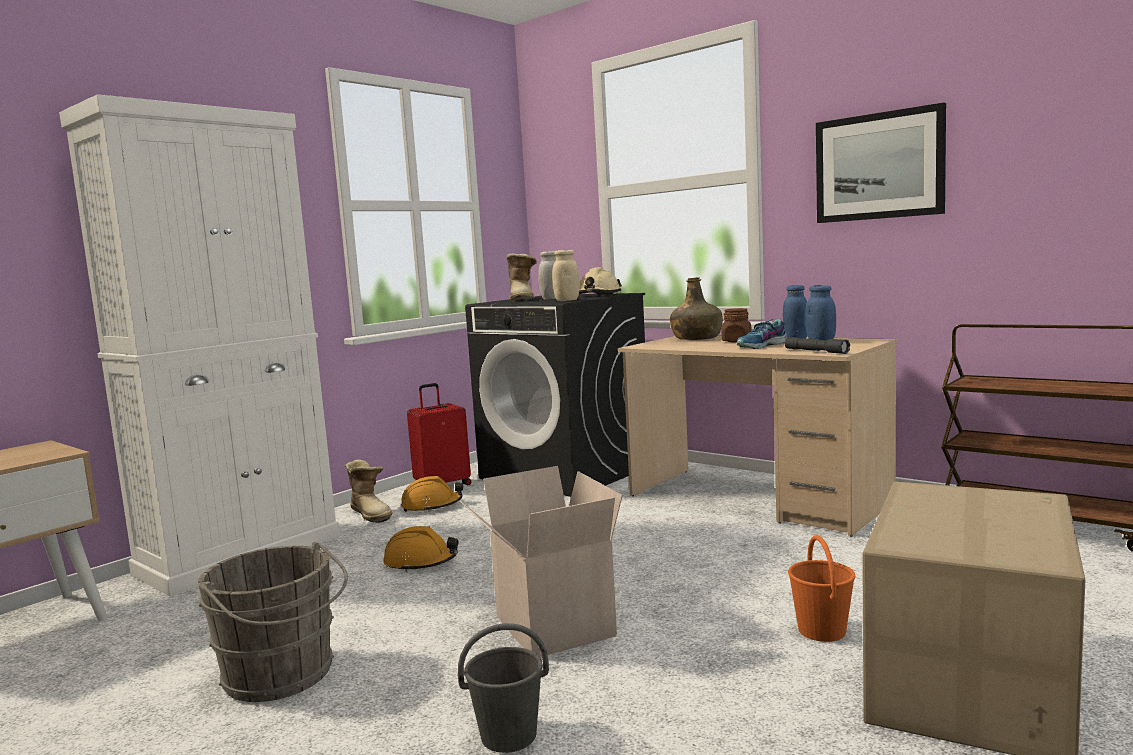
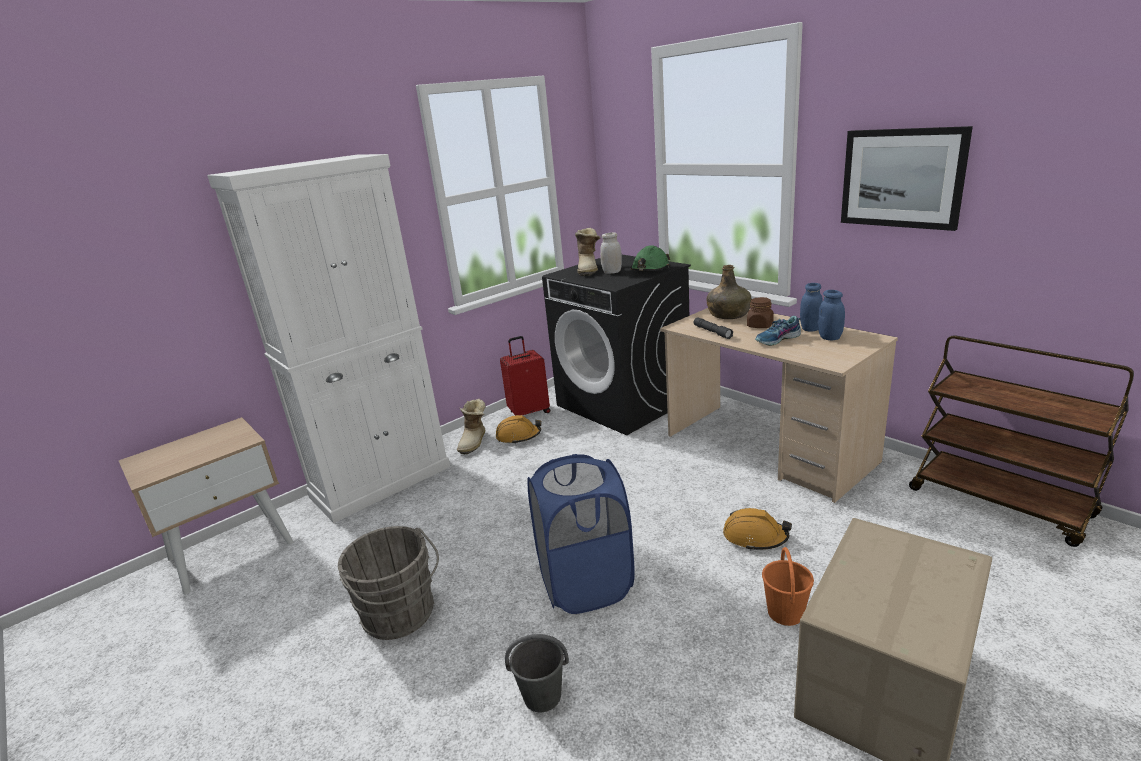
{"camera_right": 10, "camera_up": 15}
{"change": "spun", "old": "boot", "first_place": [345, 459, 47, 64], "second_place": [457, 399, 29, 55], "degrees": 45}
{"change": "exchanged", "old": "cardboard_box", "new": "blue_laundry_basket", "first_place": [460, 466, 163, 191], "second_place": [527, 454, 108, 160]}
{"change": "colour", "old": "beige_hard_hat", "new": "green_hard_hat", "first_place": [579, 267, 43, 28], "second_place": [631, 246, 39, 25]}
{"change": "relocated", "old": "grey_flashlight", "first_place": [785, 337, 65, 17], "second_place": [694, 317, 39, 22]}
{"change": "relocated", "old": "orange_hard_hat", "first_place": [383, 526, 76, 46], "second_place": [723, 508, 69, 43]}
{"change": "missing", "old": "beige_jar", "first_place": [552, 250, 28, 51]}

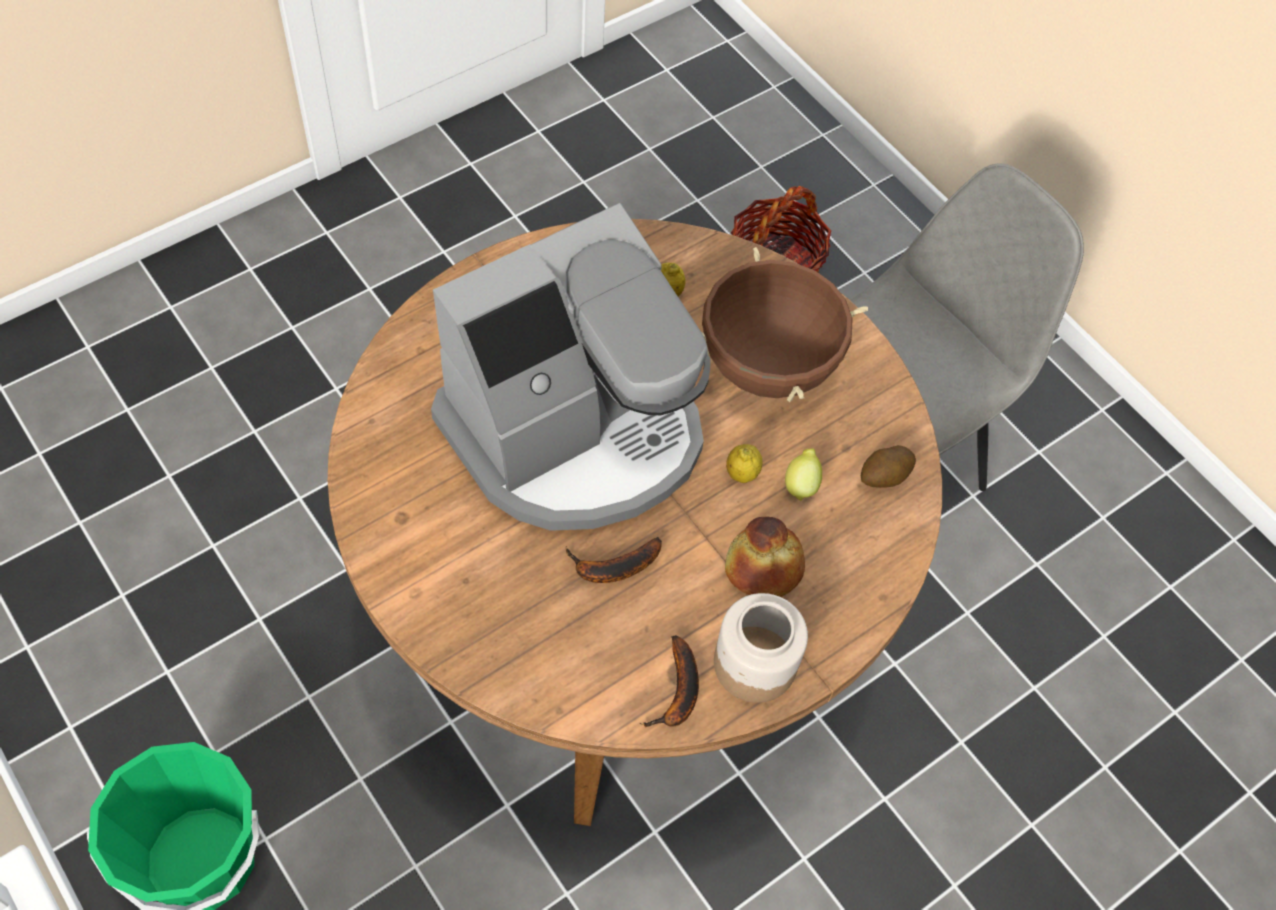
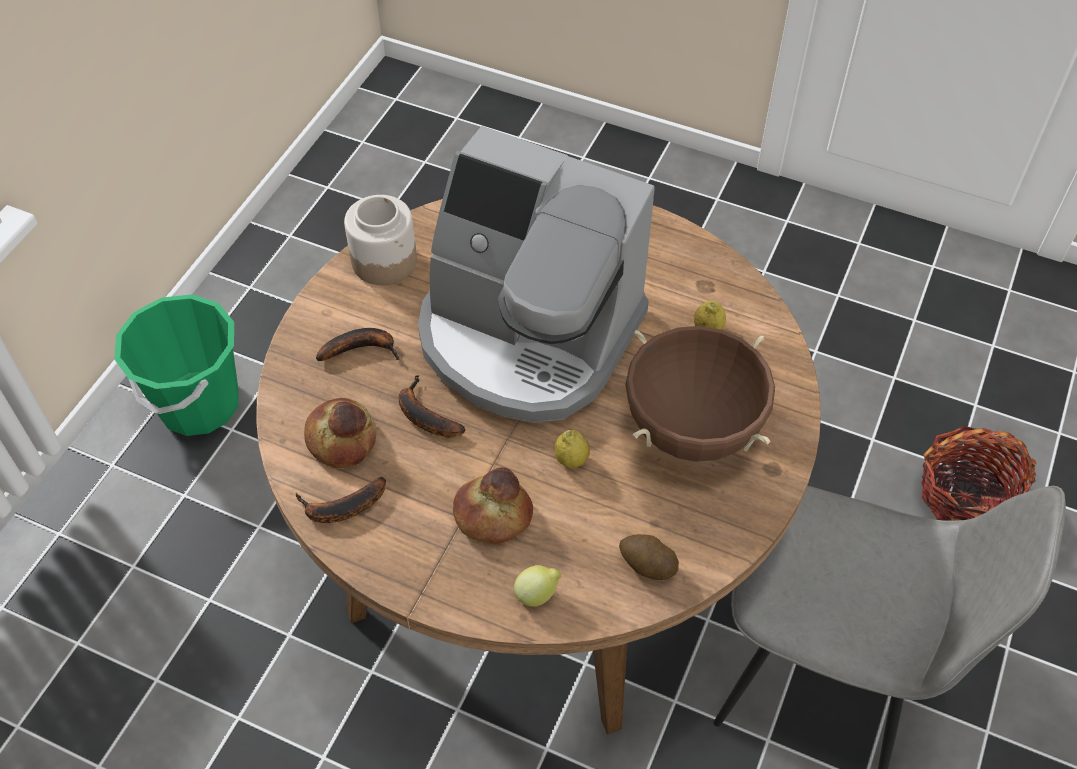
{"camera_right": 65, "camera_up": -5}
{"change": "appeared", "new": "bread", "second_place": [304, 398, 73, 70]}
{"change": "appeared", "new": "banana", "second_place": [316, 328, 84, 33]}
{"change": "relocated", "old": "jar", "first_place": [714, 593, 94, 110], "second_place": [344, 195, 73, 90]}
{"change": "relocated", "old": "lemon", "first_place": [785, 448, 37, 53], "second_place": [514, 565, 47, 41]}

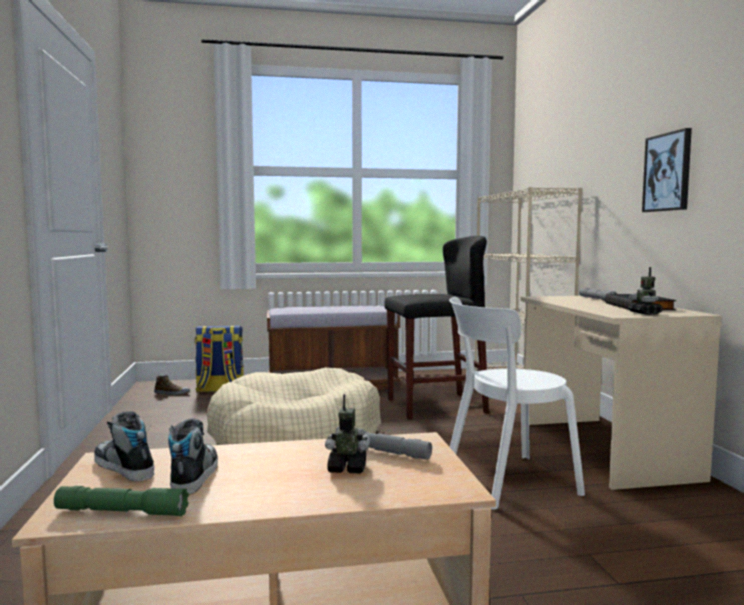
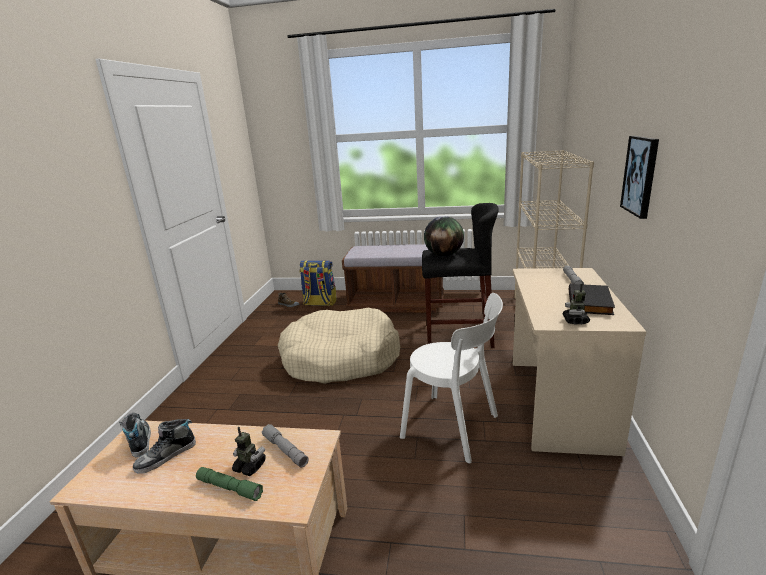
{"camera_right": 20, "camera_up": 15}
{"change": "spun", "old": "shoe", "first_place": [168, 418, 50, 77], "second_place": [133, 419, 63, 55], "degrees": -150}
{"change": "relocated", "old": "green_flashlight", "first_place": [54, 486, 135, 30], "second_place": [196, 467, 67, 34]}
{"change": "spun", "old": "white_chair", "first_place": [449, 297, 136, 213], "second_place": [400, 293, 103, 170], "degrees": -150}
{"change": "appeared", "new": "globe", "second_place": [424, 216, 40, 40]}

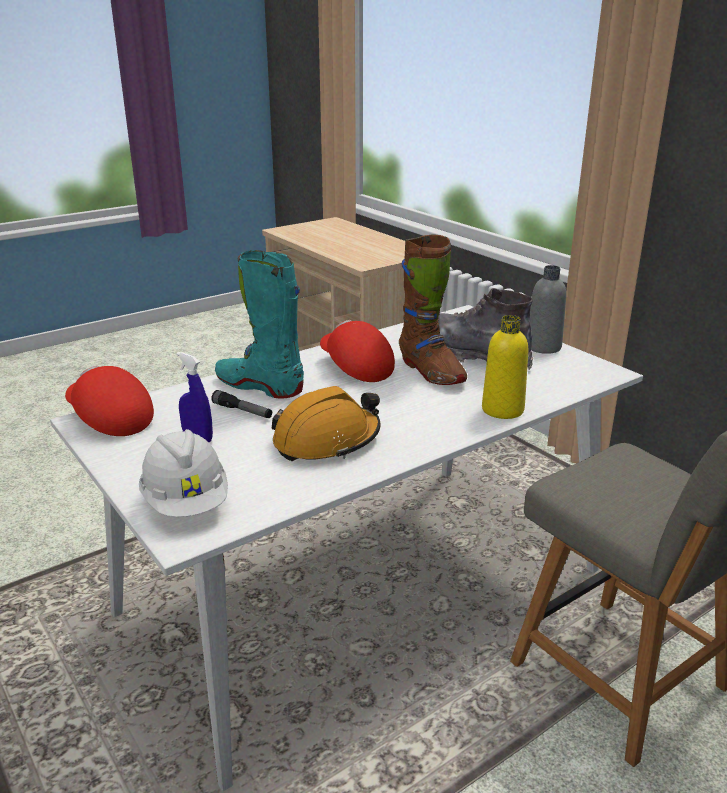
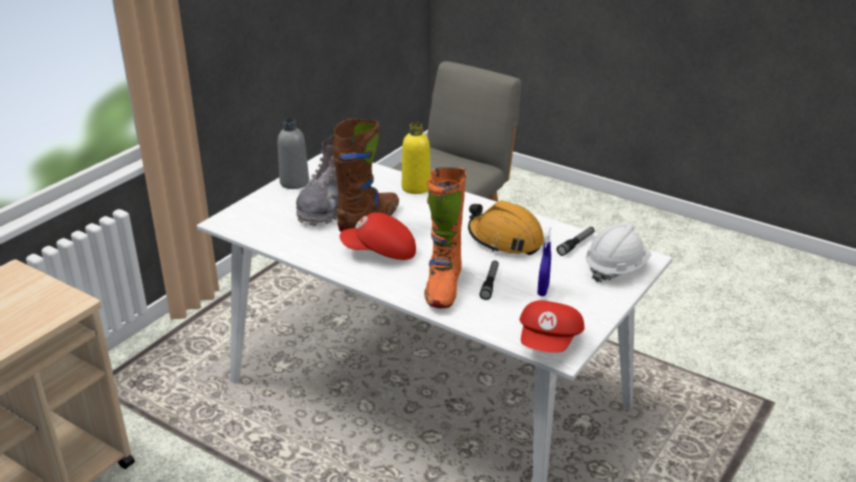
{"camera_right": -110, "camera_up": 5}
{"change": "spun", "old": "red_cap", "first_place": [320, 320, 75, 62], "second_place": [340, 212, 76, 48], "degrees": 60}
{"change": "colour", "old": "turquoise_boot", "new": "orange_boot", "first_place": [215, 250, 89, 149], "second_place": [424, 167, 42, 141]}
{"change": "appeared", "new": "flashlight", "second_place": [557, 227, 38, 29]}

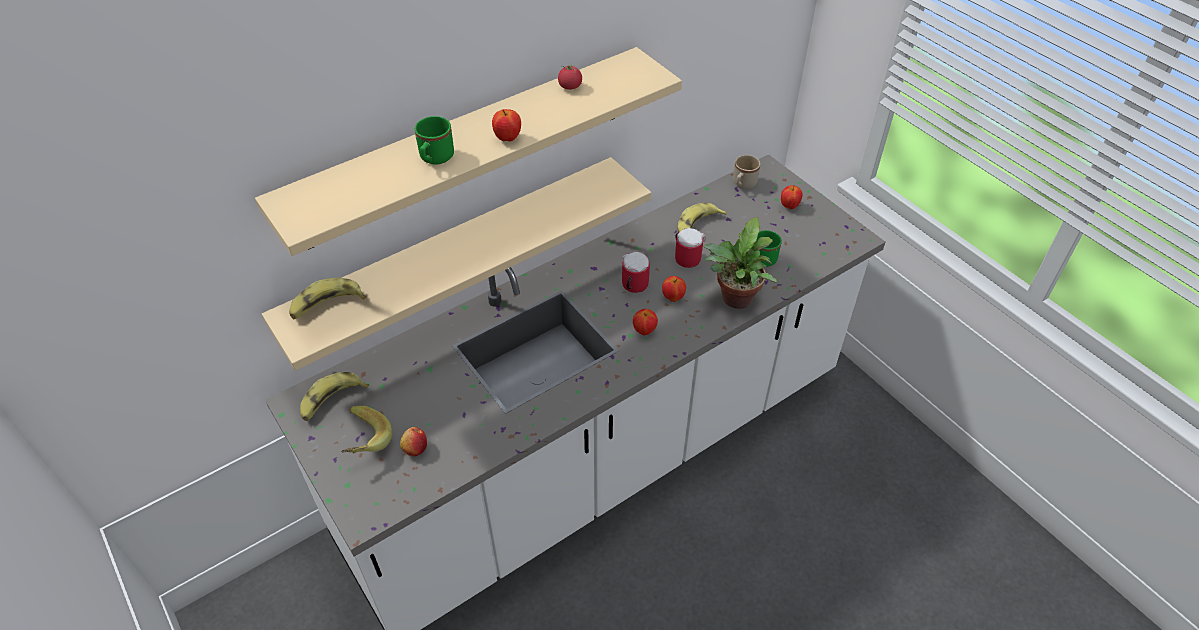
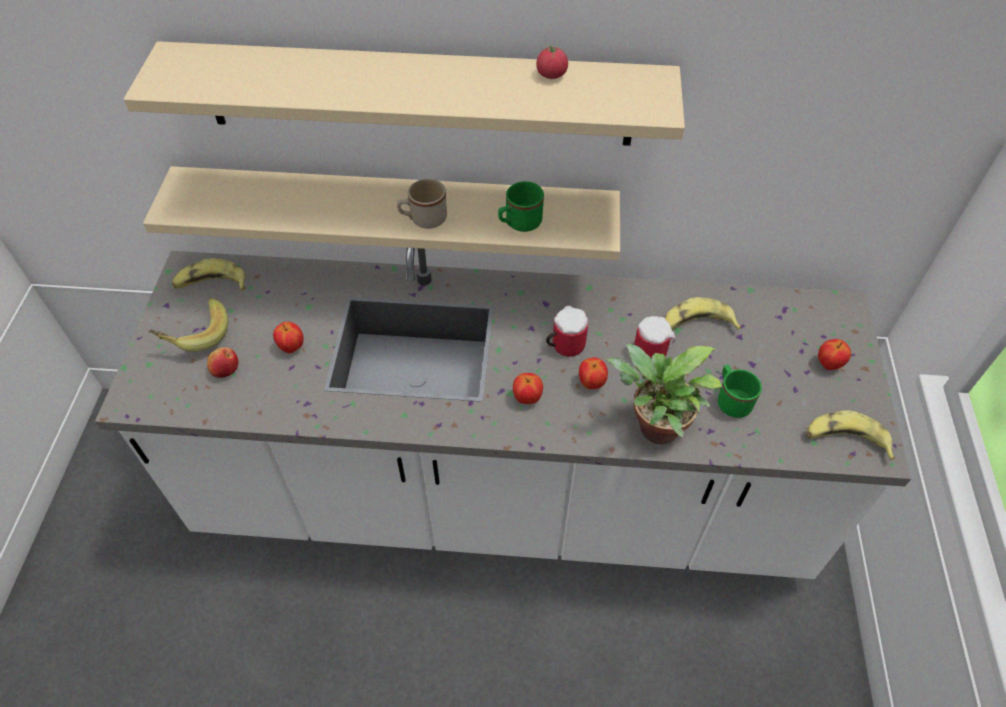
{"camera_right": 40, "camera_up": 5}
{"change": "relocated", "old": "apple", "first_place": [492, 109, 29, 33], "second_place": [273, 322, 31, 31]}
{"change": "relocated", "old": "beige_mug", "first_place": [733, 155, 28, 34], "second_place": [397, 178, 50, 51]}
{"change": "relocated", "old": "green_mug", "first_place": [415, 116, 39, 49], "second_place": [498, 181, 46, 51]}
{"change": "relocated", "old": "banana", "first_place": [289, 278, 78, 41], "second_place": [806, 410, 89, 50]}

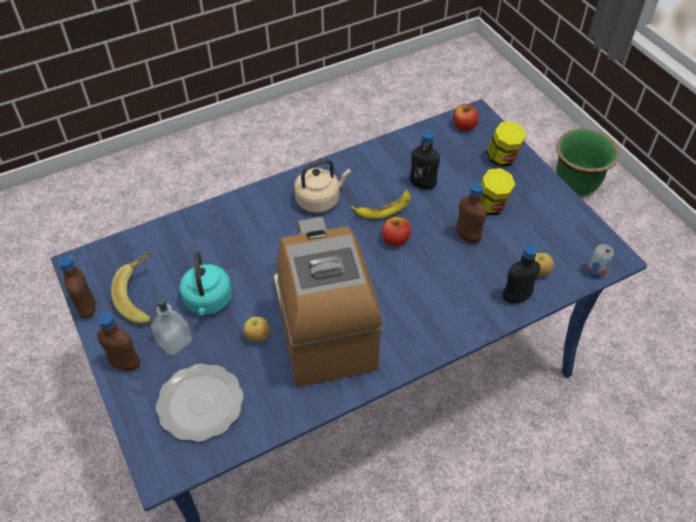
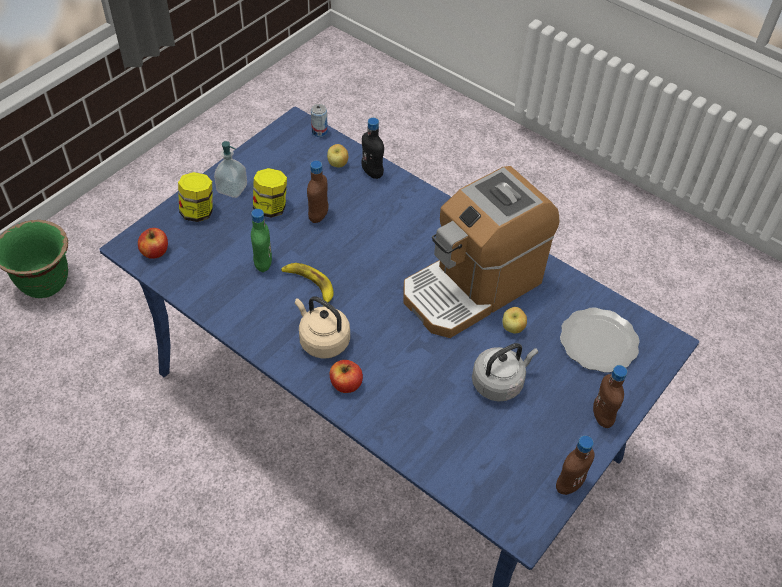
{"camera_right": -115, "camera_up": 0}
{"change": "relocated", "old": "soap_dispenser", "first_place": [151, 297, 41, 58], "second_place": [214, 141, 33, 57]}
{"change": "colour", "old": "black_bottle", "new": "green_bottle", "first_place": [409, 131, 31, 59], "second_place": [251, 209, 21, 63]}
{"change": "relocated", "old": "apple", "first_place": [382, 217, 29, 30], "second_place": [329, 360, 34, 33]}
{"change": "colour", "old": "turquoise_kettle", "new": "grey_kettle", "first_place": [179, 252, 53, 64], "second_place": [472, 343, 66, 58]}
{"change": "missing", "old": "banana", "first_place": [111, 252, 41, 72]}

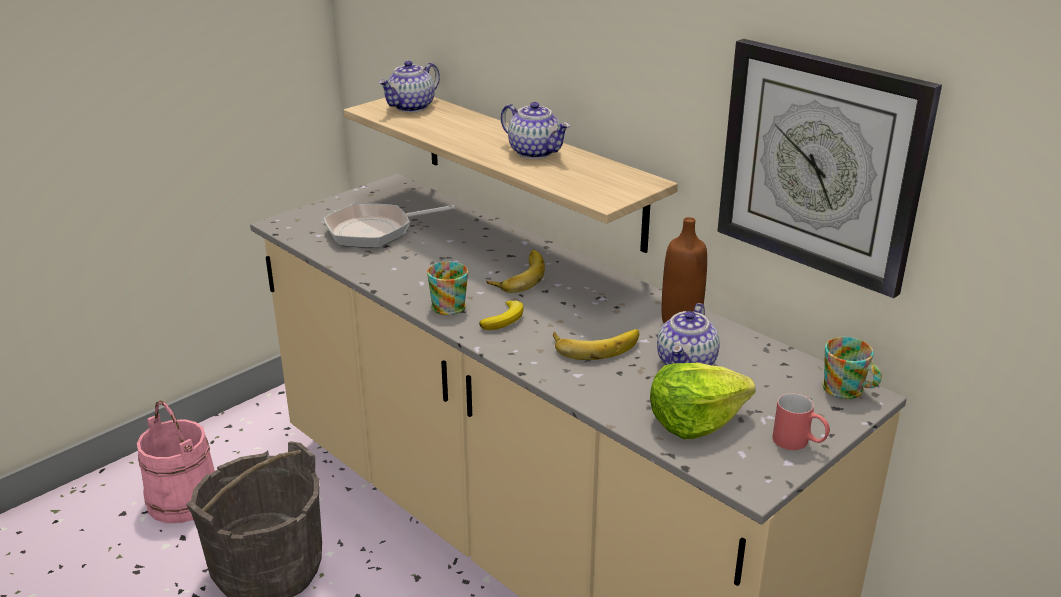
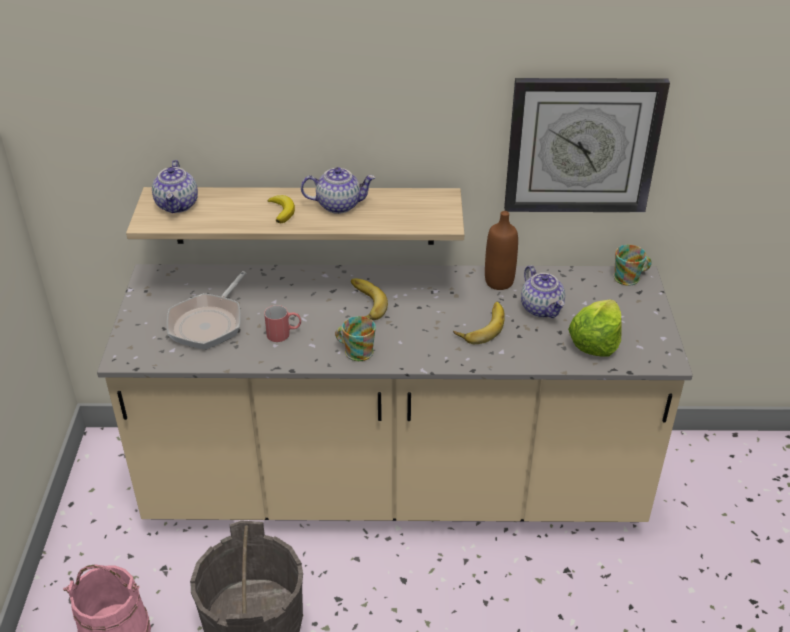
{"camera_right": -45, "camera_up": 10}
{"change": "relocated", "old": "red_mug", "first_place": [772, 393, 58, 57], "second_place": [264, 305, 37, 37]}
{"change": "relocated", "old": "banana", "first_place": [479, 301, 45, 29], "second_place": [268, 195, 27, 28]}

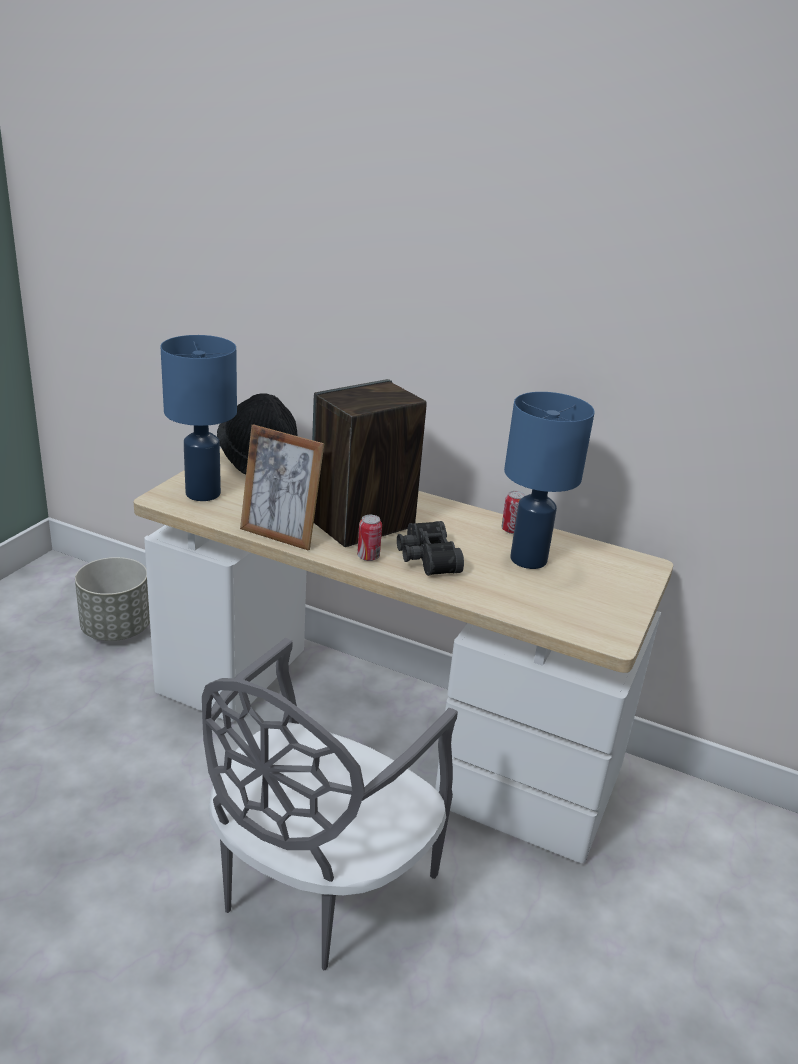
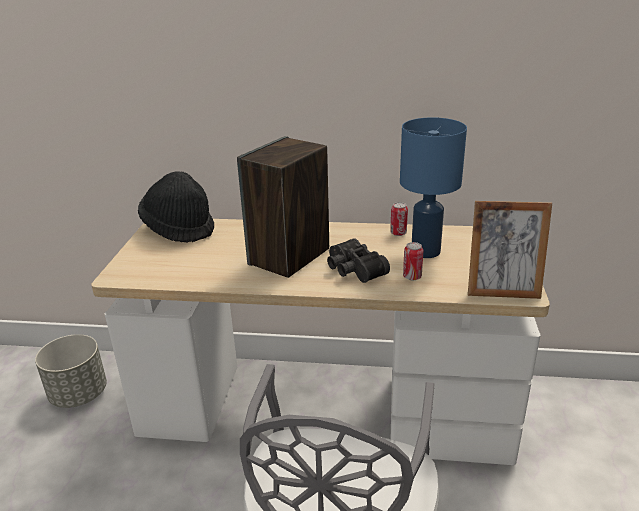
{"camera_right": -15, "camera_up": 0}
{"change": "relocated", "old": "can", "first_place": [357, 515, 25, 46], "second_place": [403, 242, 20, 38]}
{"change": "relocated", "old": "picture_frame", "first_place": [240, 424, 84, 127], "second_place": [468, 201, 84, 98]}
{"change": "missing", "old": "blue_table_lamp", "first_place": [160, 335, 77, 166]}

